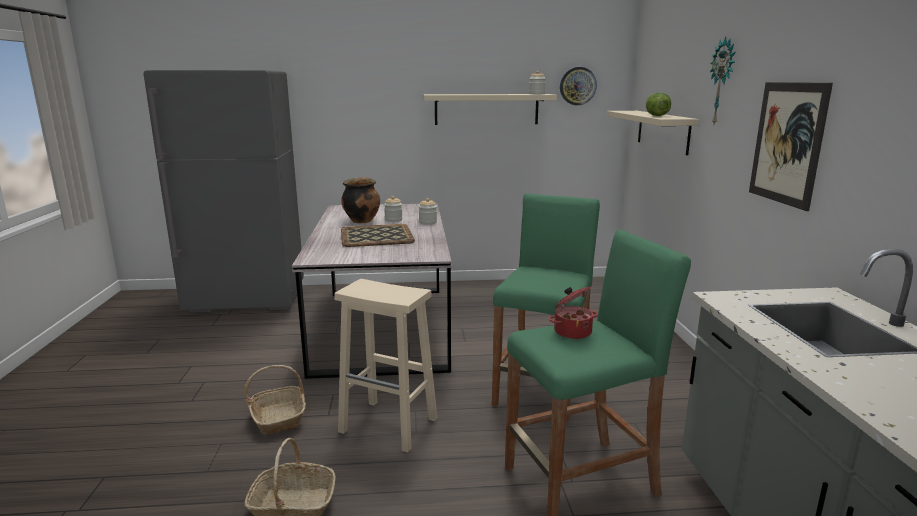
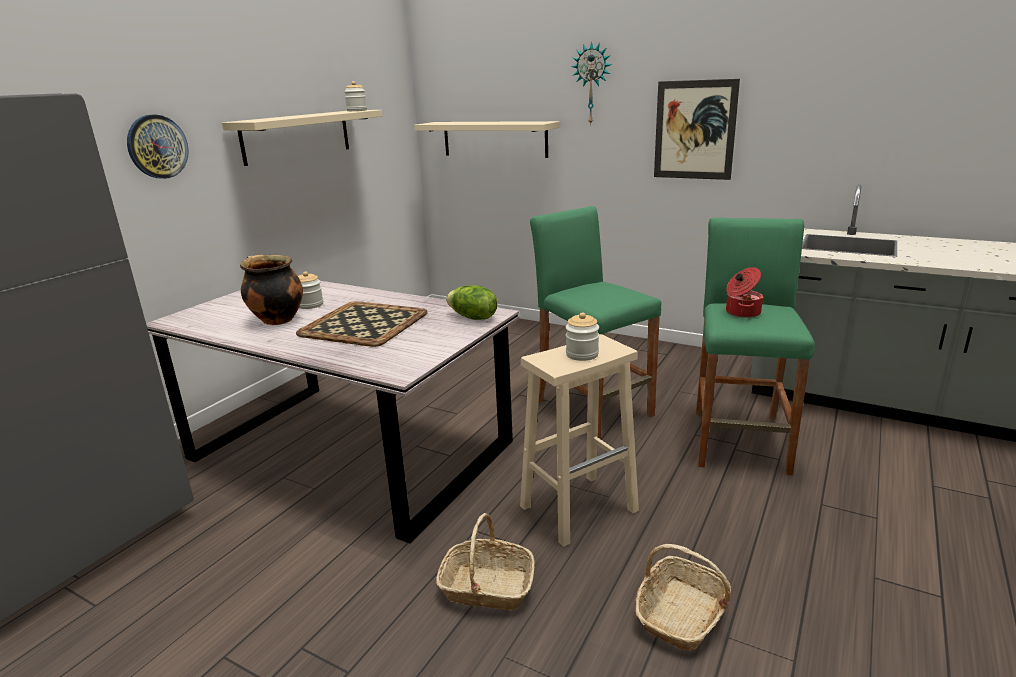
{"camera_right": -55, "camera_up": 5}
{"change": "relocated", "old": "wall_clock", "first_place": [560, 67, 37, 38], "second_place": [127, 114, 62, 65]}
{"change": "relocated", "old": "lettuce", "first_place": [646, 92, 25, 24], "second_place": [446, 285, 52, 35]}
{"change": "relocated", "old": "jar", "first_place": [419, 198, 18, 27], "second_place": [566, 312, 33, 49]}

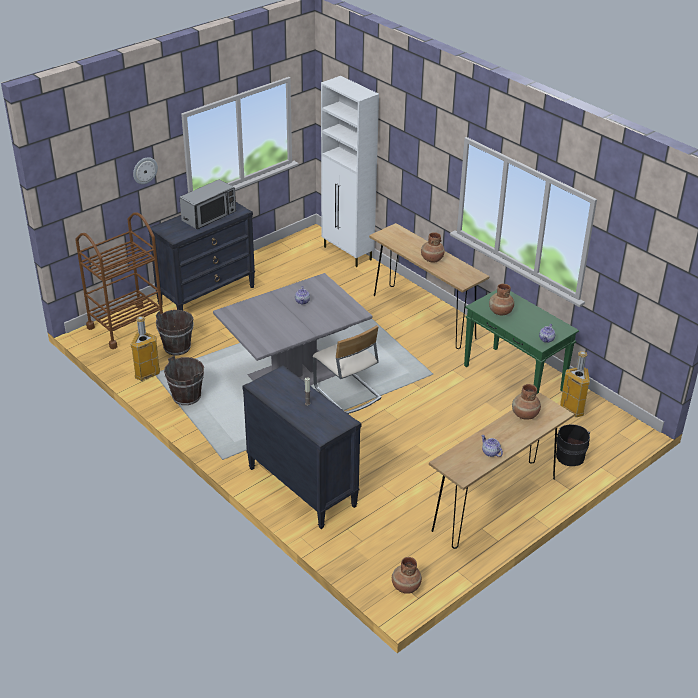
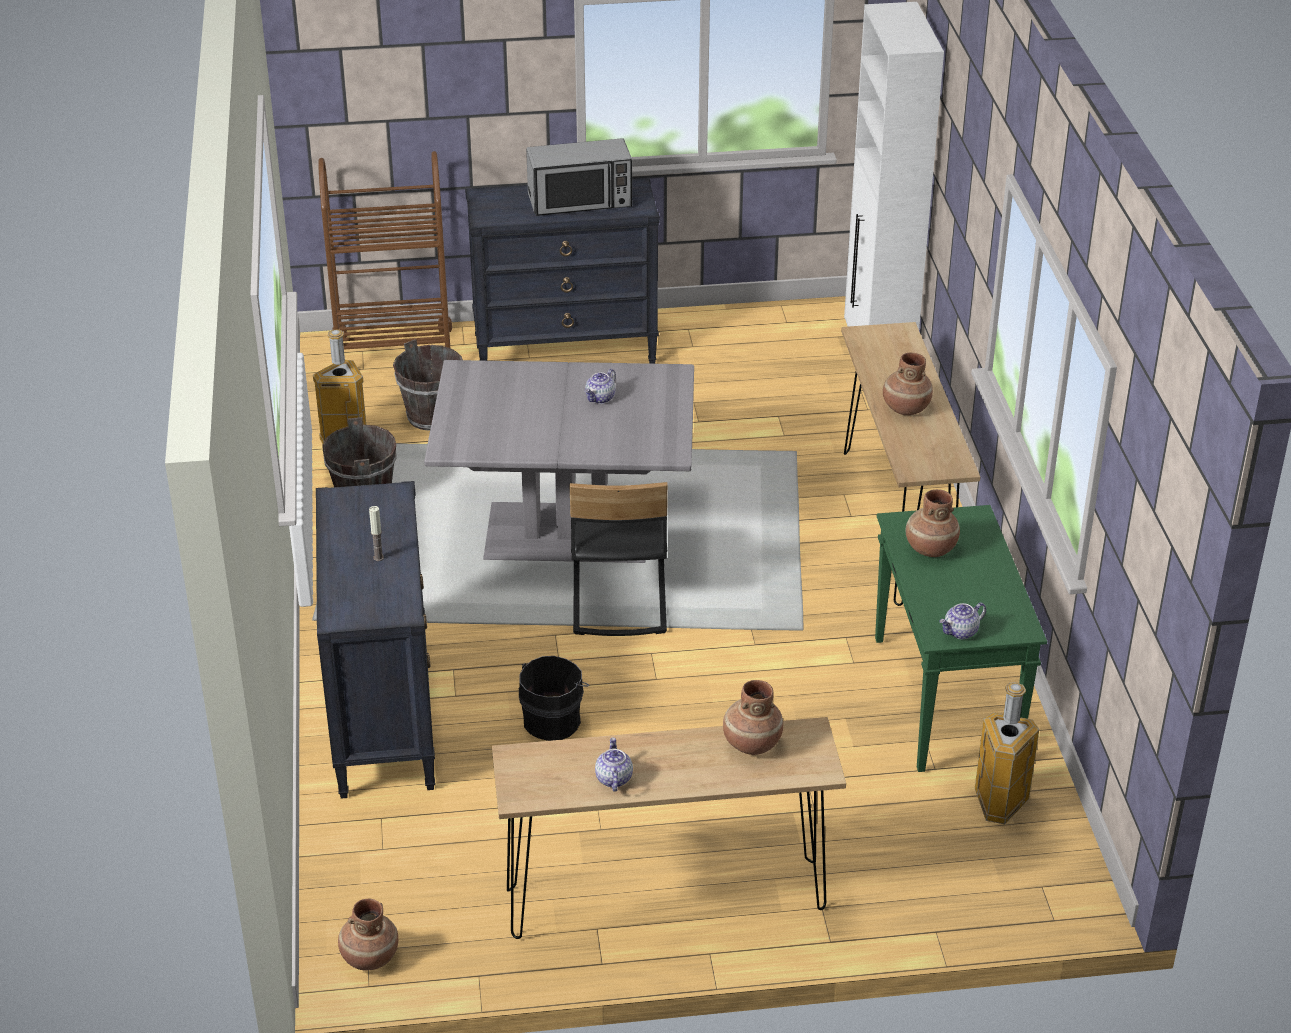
{"camera_right": 35, "camera_up": 0}
{"change": "relocated", "old": "black_bucket", "first_place": [556, 424, 35, 42], "second_place": [519, 656, 70, 85]}
{"change": "colour", "old": "beige_chair", "new": "black_chair", "first_place": [313, 325, 68, 89], "second_place": [570, 482, 98, 154]}
{"change": "missing", "old": "wall_clock", "first_place": [133, 157, 25, 27]}

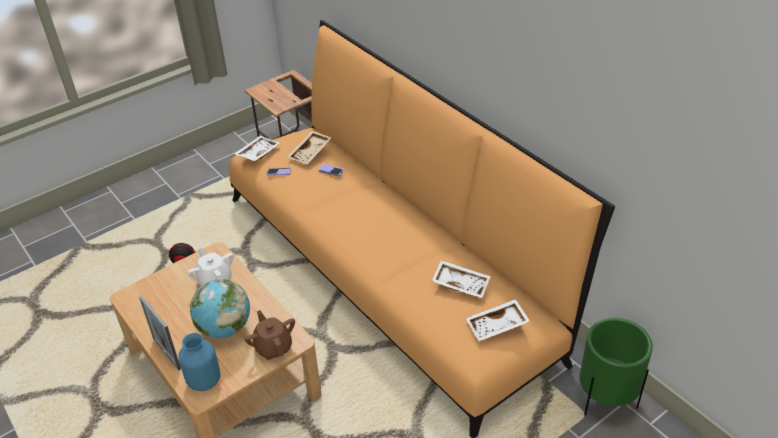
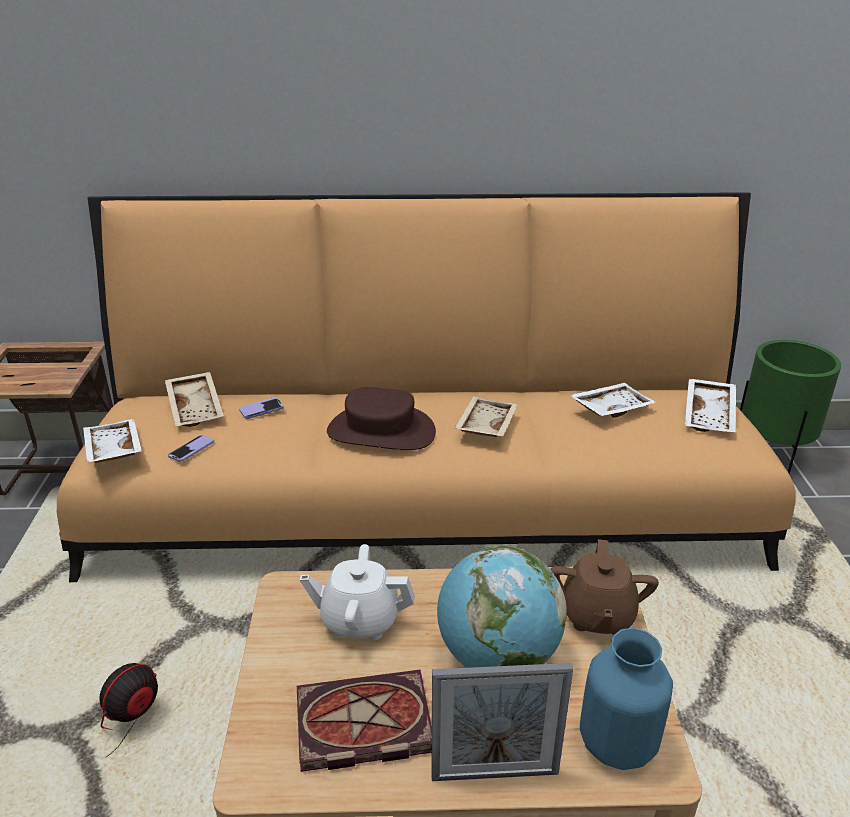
{"camera_right": -55, "camera_up": -10}
{"change": "appeared", "new": "book", "second_place": [297, 670, 135, 102]}
{"change": "appeared", "new": "brown_hat", "second_place": [327, 387, 109, 63]}
{"change": "appeared", "new": "beige_tray", "second_place": [454, 396, 64, 41]}
{"change": "spun", "old": "brown_teapot", "first_place": [245, 310, 50, 50], "second_place": [550, 539, 109, 96], "degrees": -90}

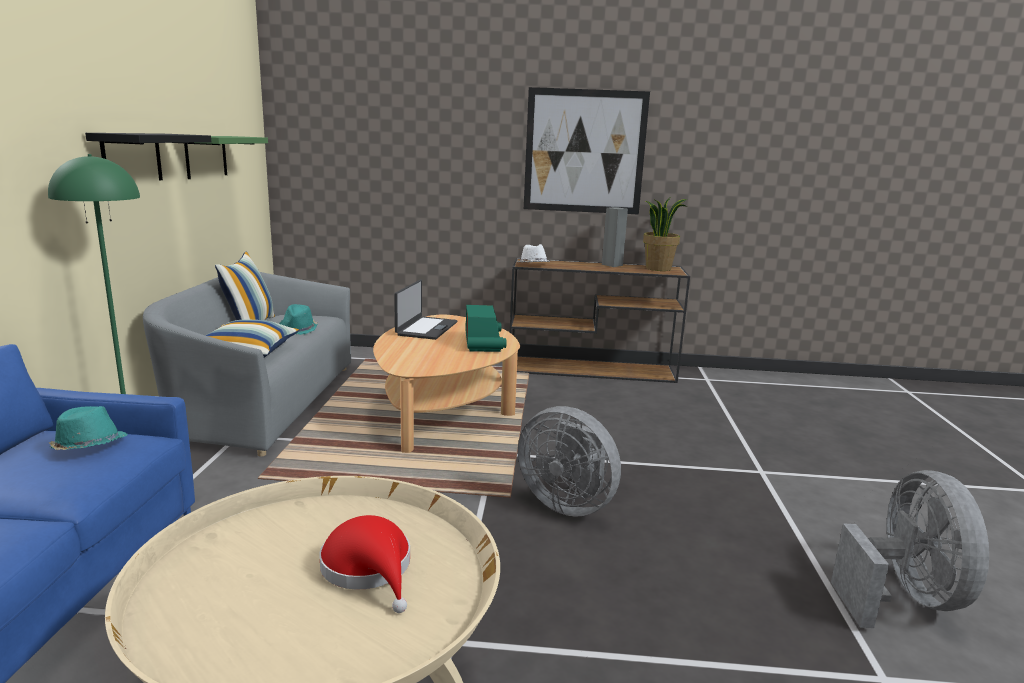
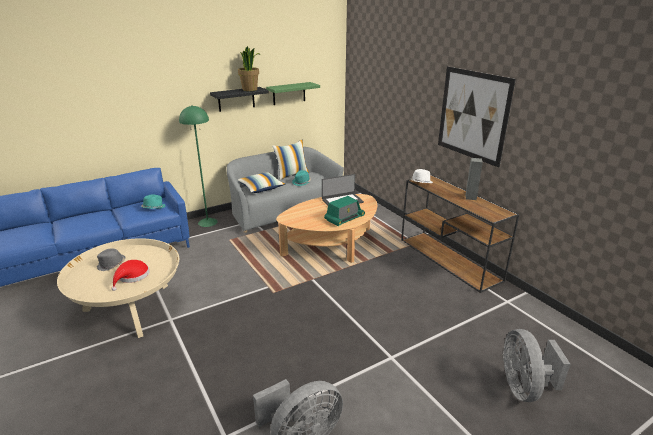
{"camera_right": 55, "camera_up": 10}
{"change": "appeared", "new": "grey_hat", "second_place": [97, 248, 28, 23]}
{"change": "relocated", "old": "potted_plant", "first_place": [643, 198, 45, 73], "second_place": [238, 46, 23, 45]}
{"change": "relocated", "old": "grey_fan", "first_place": [518, 406, 103, 111], "second_place": [503, 329, 67, 73]}

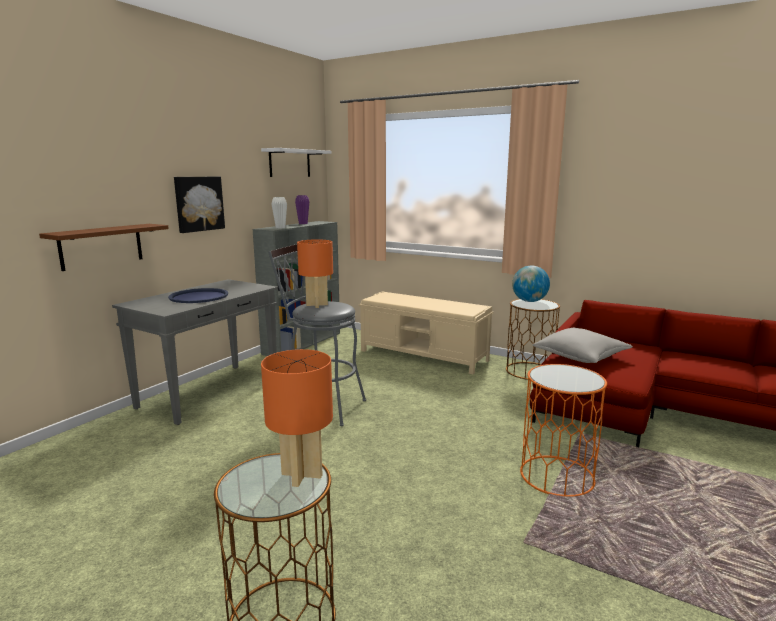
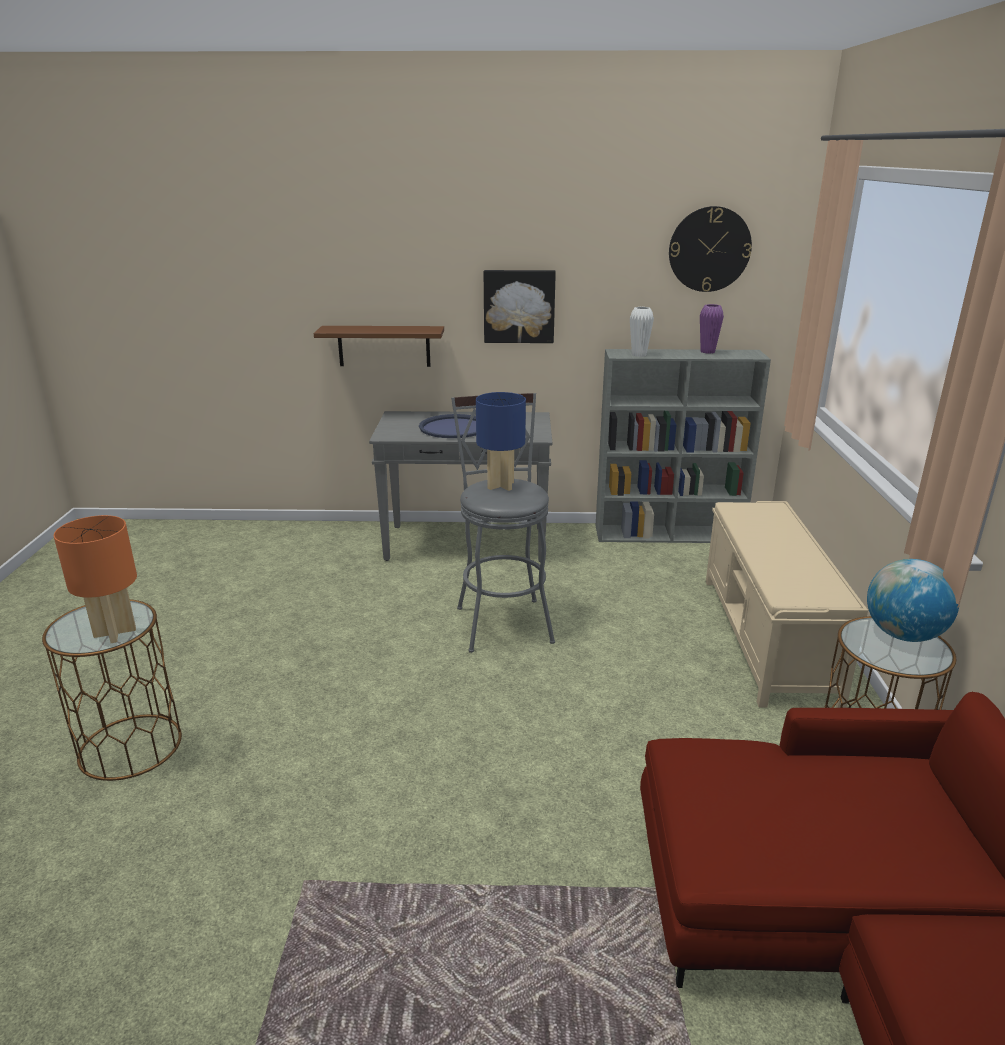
{"camera_right": 60, "camera_up": 10}
{"change": "colour", "old": "orange_table_lamp", "new": "blue_table_lamp", "first_place": [297, 239, 36, 69], "second_place": [476, 392, 50, 99]}
{"change": "exchanged", "old": "white_shelf", "new": "wall_clock", "first_place": [261, 148, 71, 29], "second_place": [669, 206, 83, 86]}
{"change": "missing", "old": "orange_side_table", "first_place": [520, 364, 87, 133]}
{"change": "missing", "old": "grey_pillow", "first_place": [533, 328, 100, 35]}

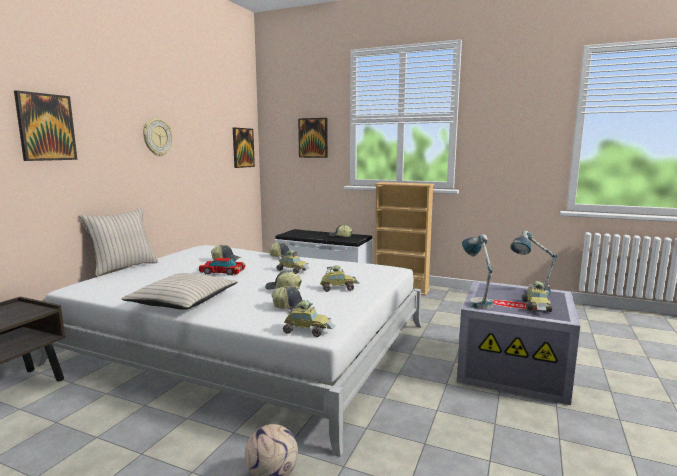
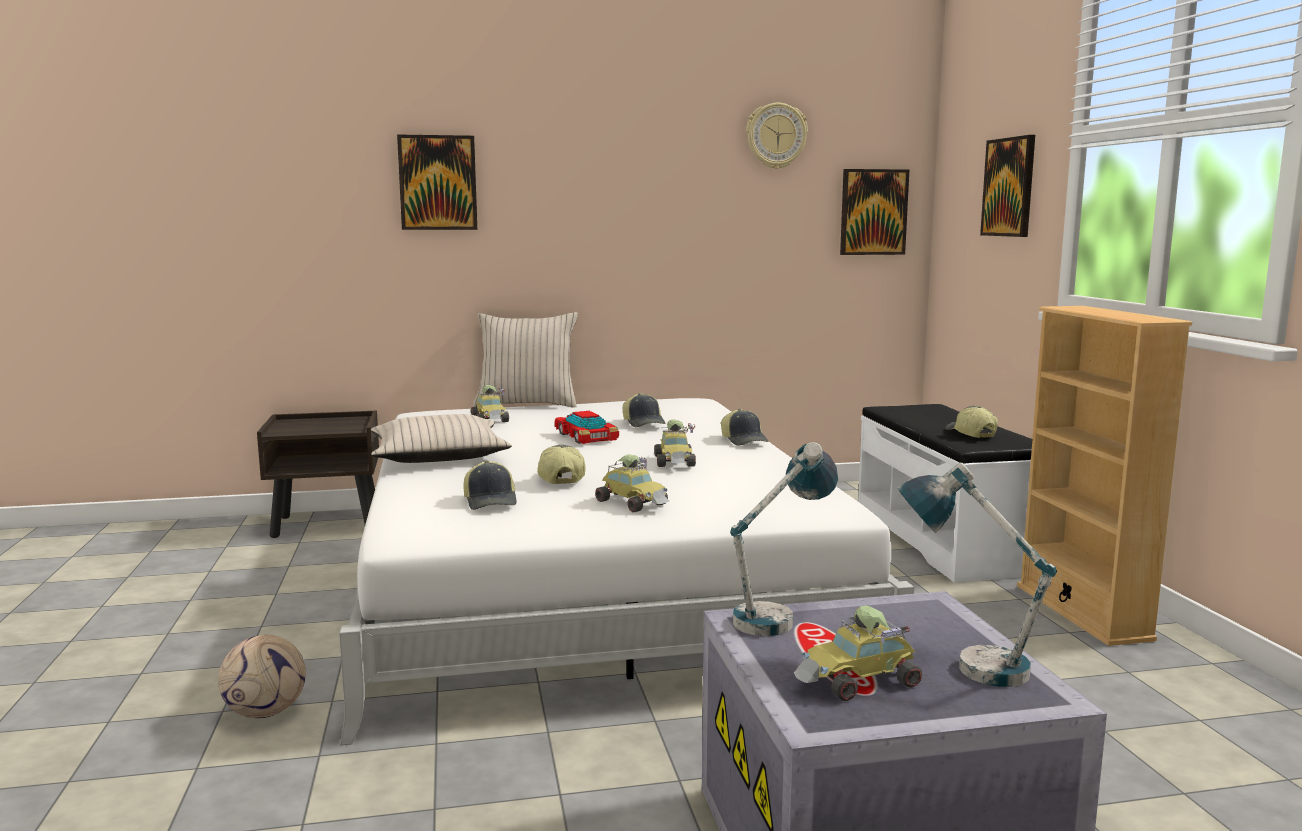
{"camera_right": 55, "camera_up": 0}
{"change": "relocated", "old": "toy_car", "first_place": [283, 300, 52, 37], "second_place": [471, 385, 38, 37]}
{"change": "relocated", "old": "wall_clock", "first_place": [143, 118, 29, 38], "second_place": [746, 103, 62, 66]}

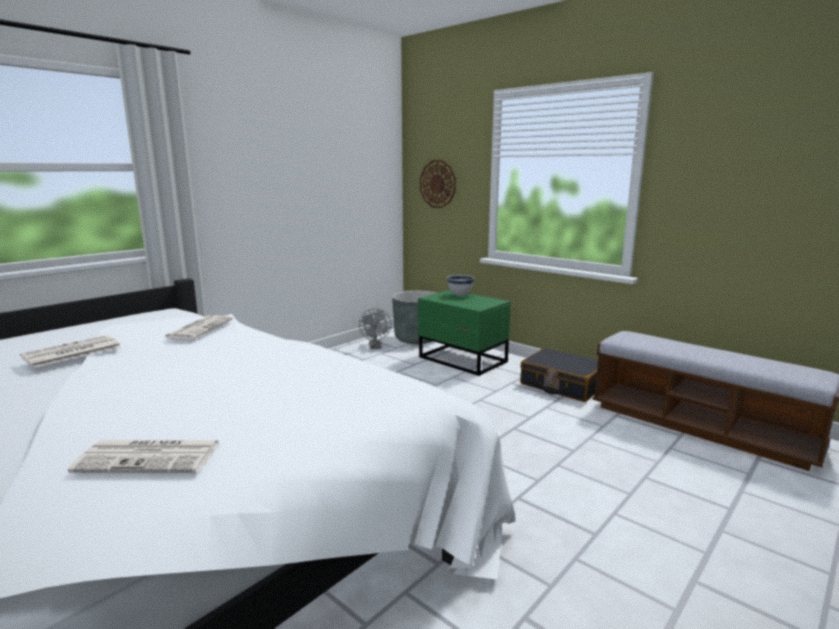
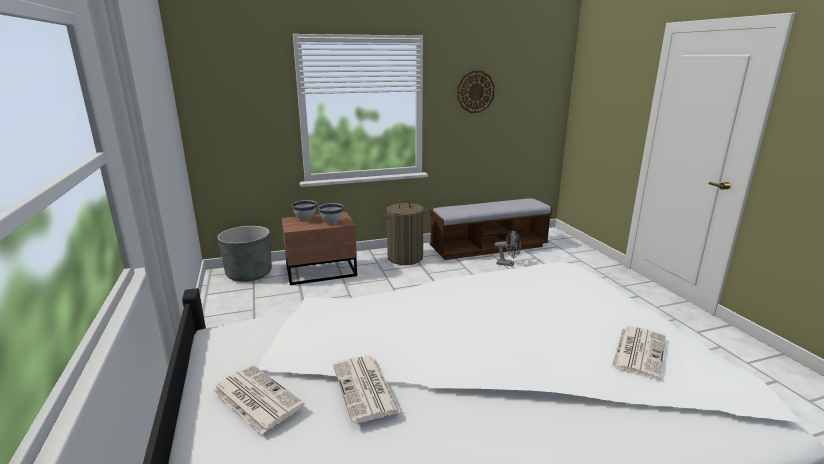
{"camera_right": -60, "camera_up": 5}
{"change": "relocated", "old": "newspaper", "first_place": [163, 315, 70, 25], "second_place": [212, 365, 93, 69]}
{"change": "colour", "old": "green_nightstand", "new": "brown_nightstand", "first_place": [418, 290, 93, 86], "second_place": [282, 212, 75, 73]}
{"change": "appeared", "new": "white_bowl", "second_place": [318, 203, 25, 21]}
{"change": "exchanged", "old": "black_suitcase", "new": "laundry_basket", "first_place": [520, 348, 78, 54], "second_place": [383, 200, 44, 65]}
{"change": "relocated", "old": "wall_clock", "first_place": [420, 160, 36, 48], "second_place": [457, 71, 38, 42]}
{"change": "relocated", "old": "grey_fan", "first_place": [359, 308, 32, 41], "second_place": [495, 230, 26, 37]}

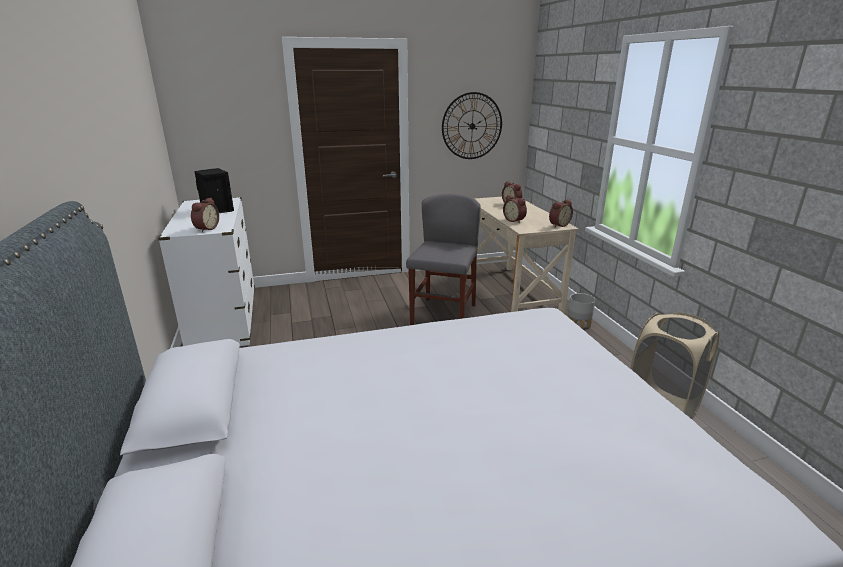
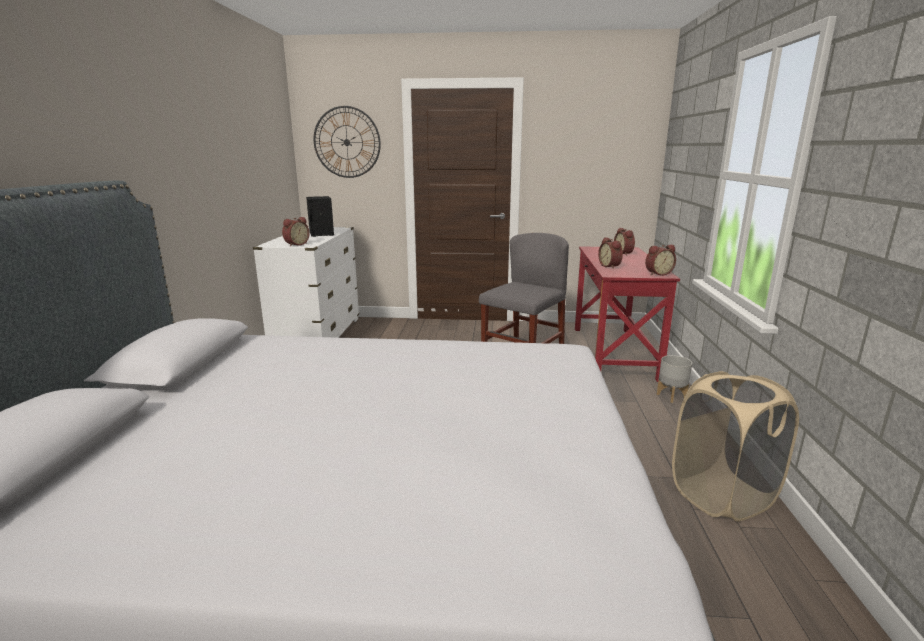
{"camera_right": 20, "camera_up": -5}
{"change": "relocated", "old": "wall_clock", "first_place": [442, 92, 60, 67], "second_place": [314, 106, 67, 72]}
{"change": "colour", "old": "beige_desk", "new": "red_desk", "first_place": [467, 197, 112, 117], "second_place": [575, 246, 105, 136]}

